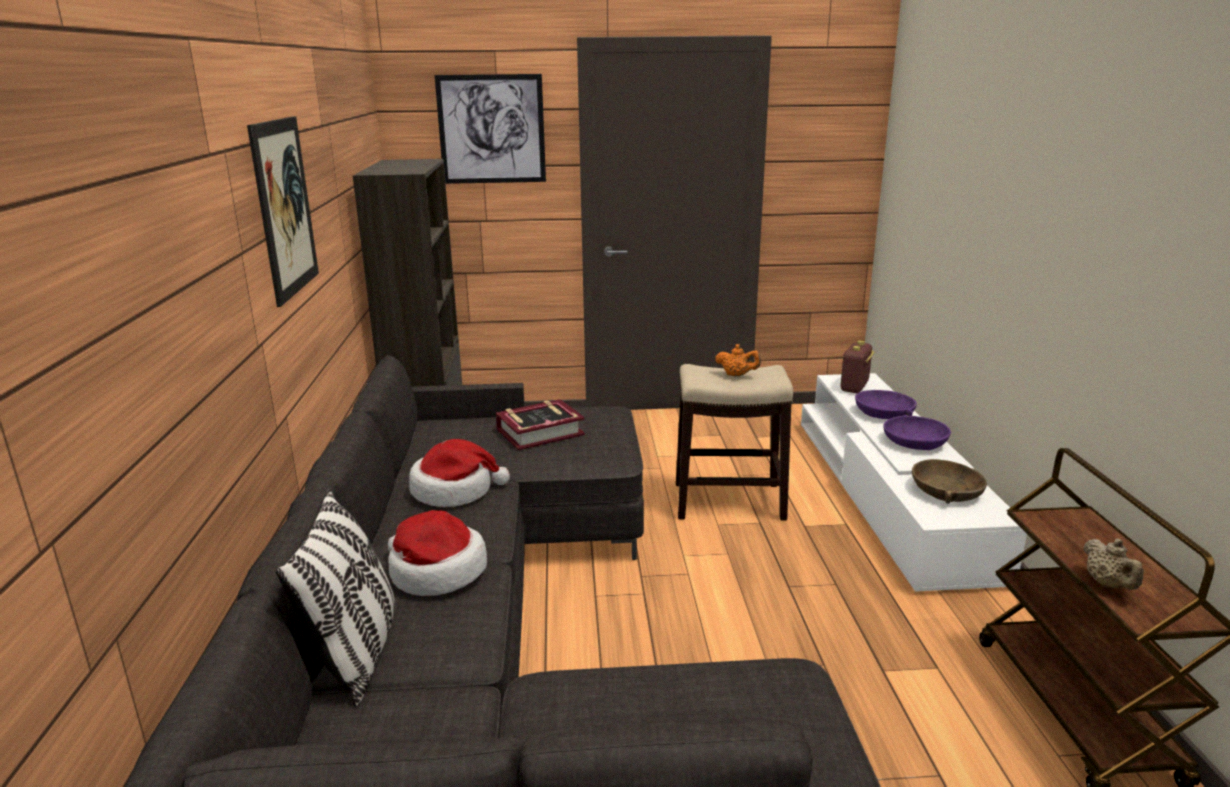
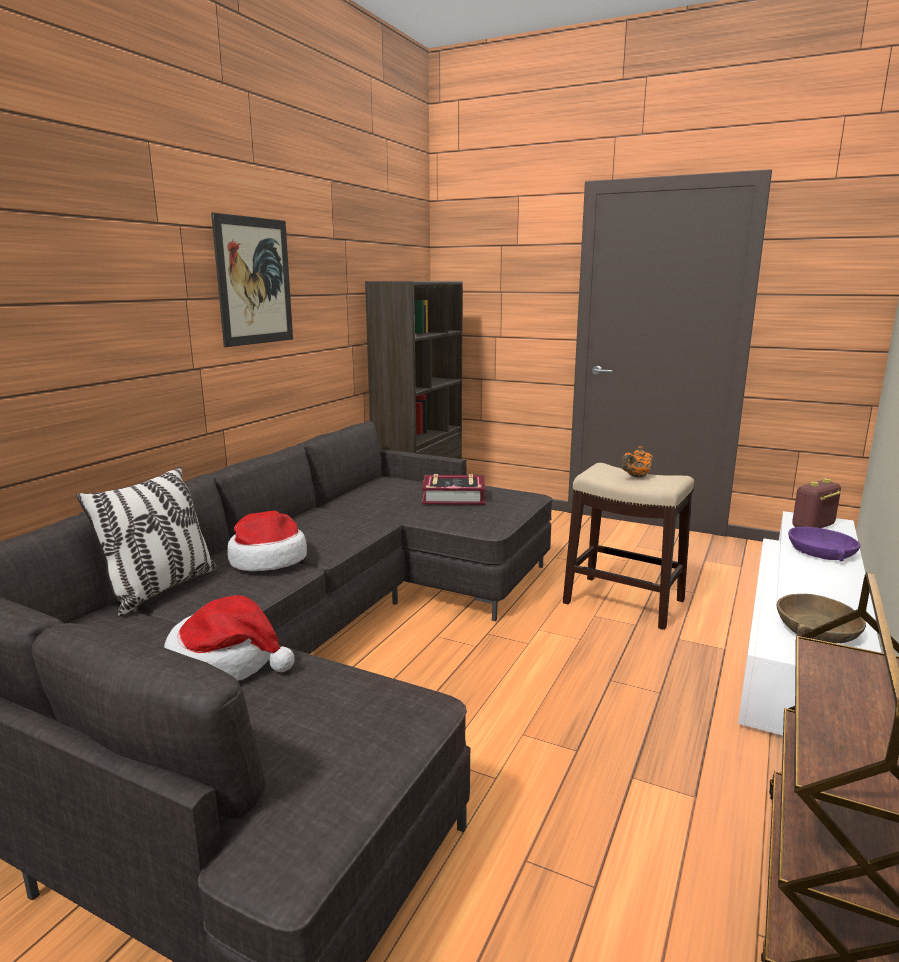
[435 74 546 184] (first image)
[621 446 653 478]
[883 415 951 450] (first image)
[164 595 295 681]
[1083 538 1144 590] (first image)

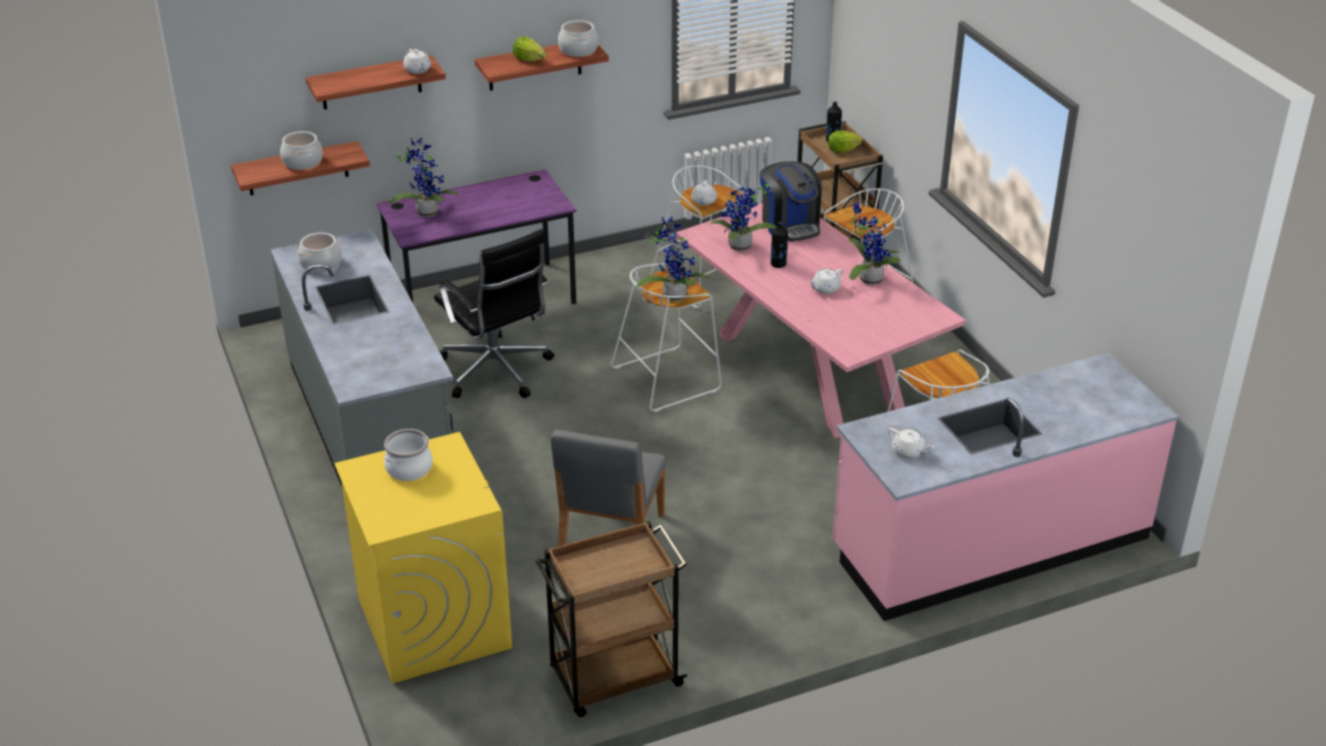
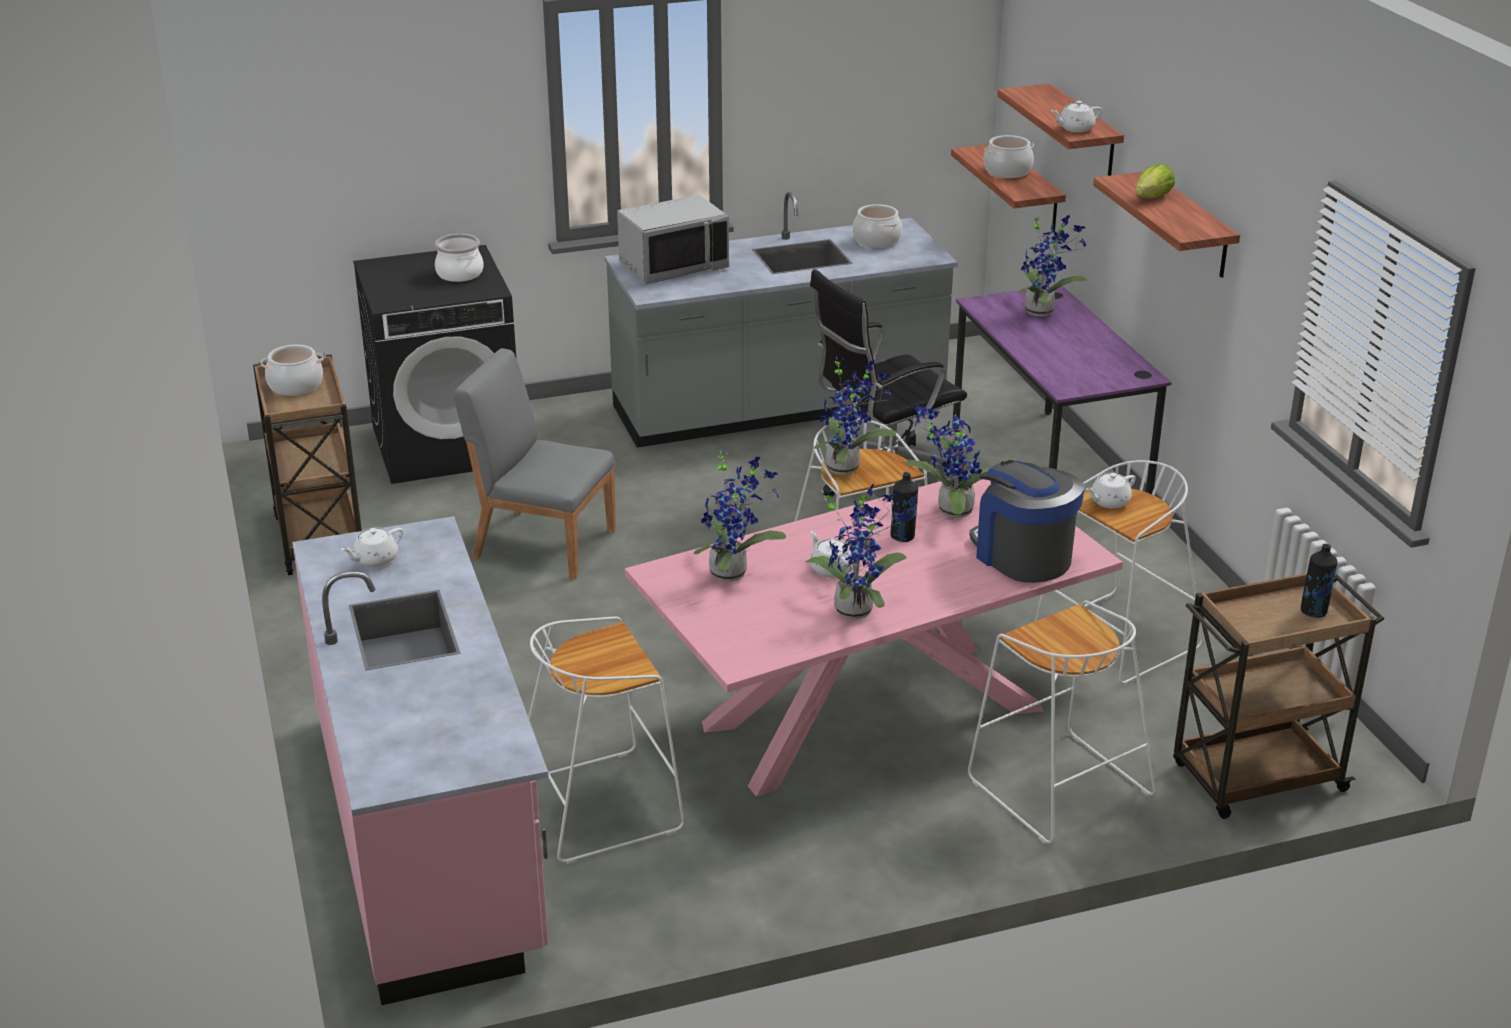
[261 345 324 396]
[828 131 863 153] (first image)
[970 460 1085 583]
[1086 473 1136 508]
[353 245 516 484]
[617 194 729 284]
[694 450 786 582]

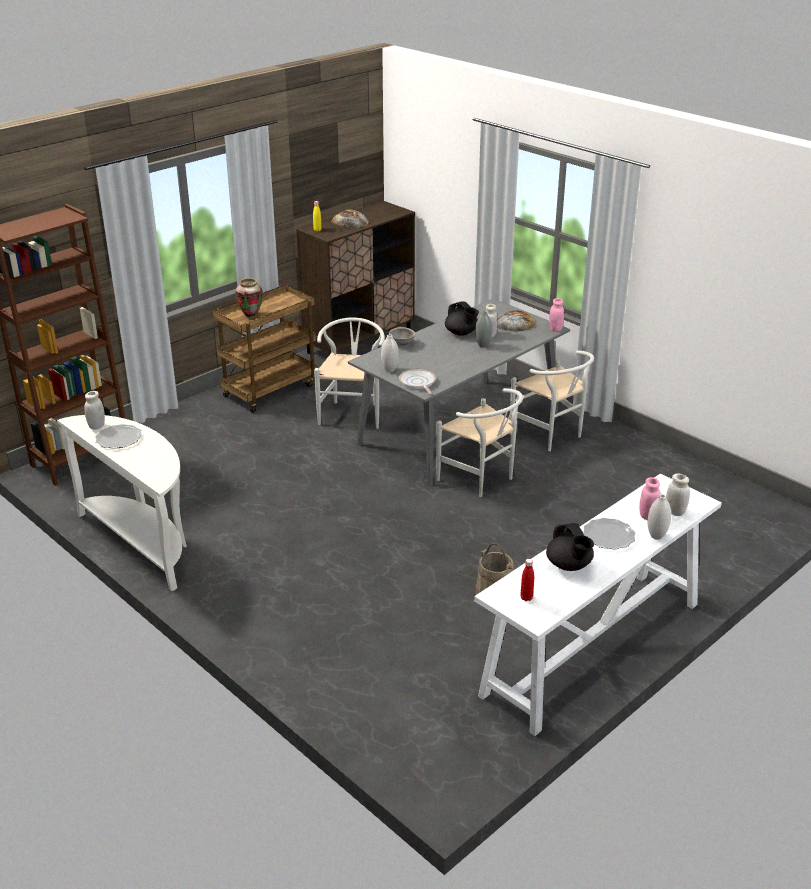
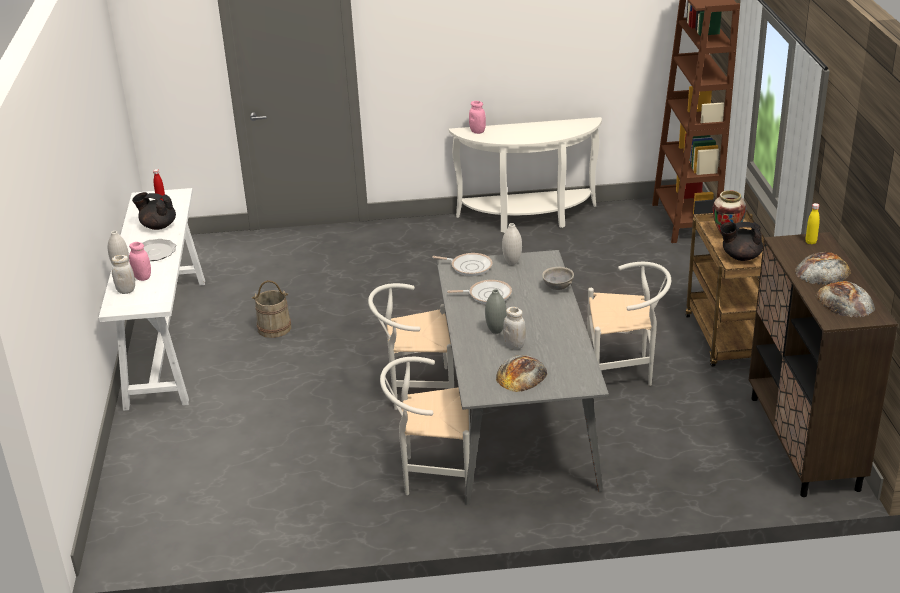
[469 101 486 134]
[720 222 763 261]
[587 262 671 386]
[84 391 105 430] (first image)
[95 424 142 449] (first image)
[447 280 512 304]
[816 281 875 317]

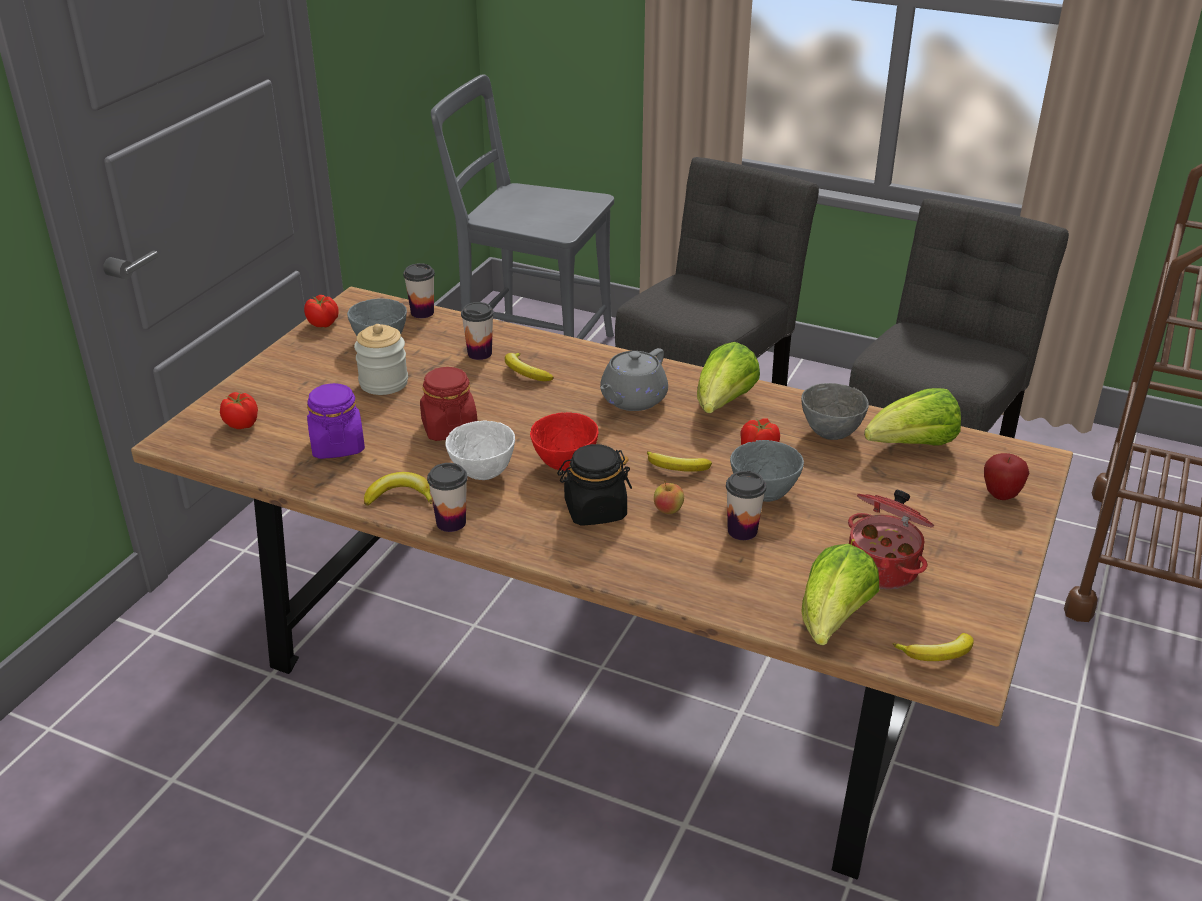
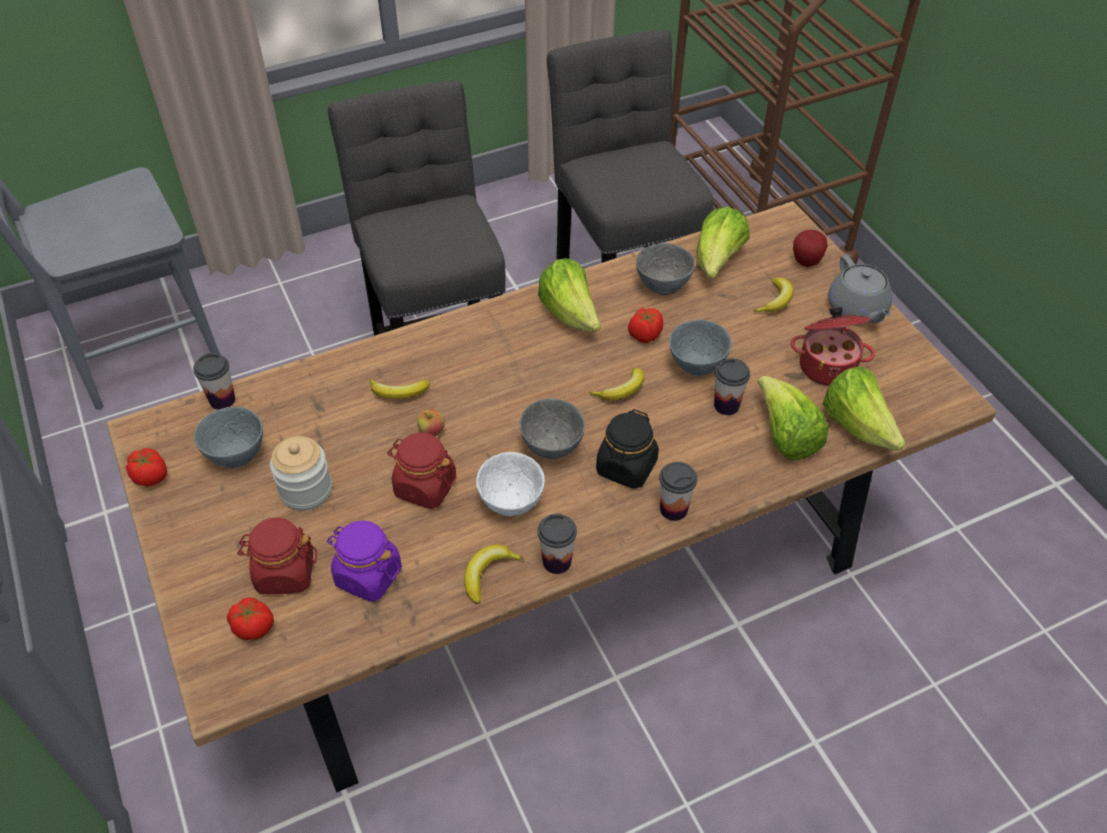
[659 462 697 521]
[828 255 892 323]
[519 398 585 459]
[417 409 445 436]
[753 278 793 312]
[758 376 829 460]
[237 517 317 594]

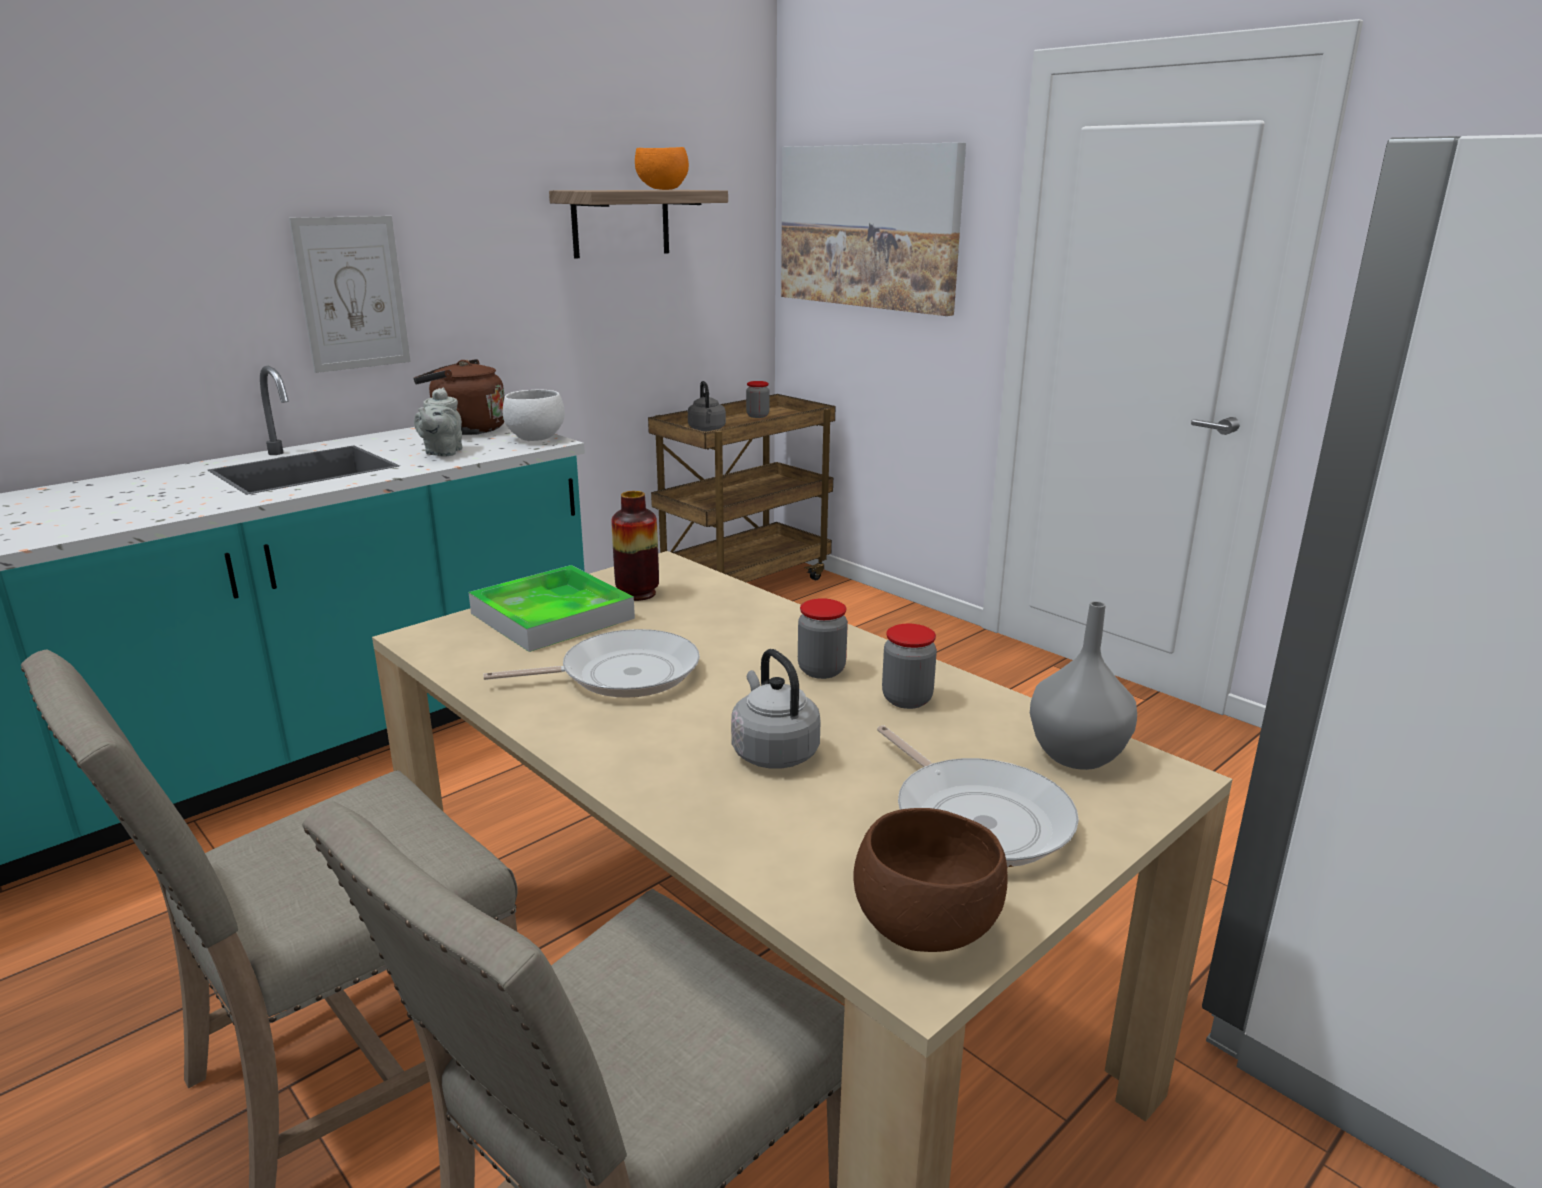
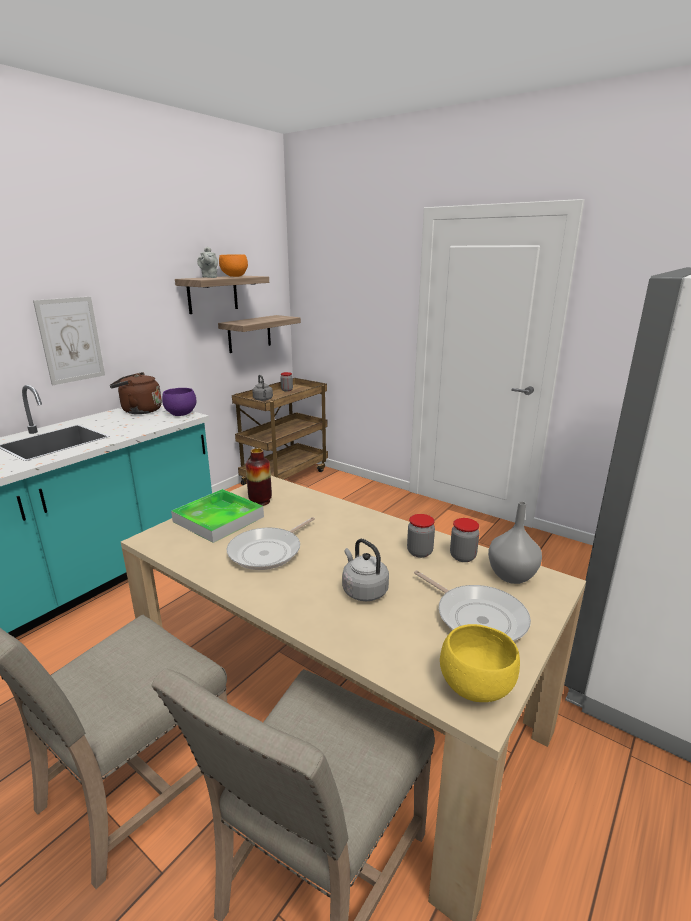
[781 142 966 316] (first image)
[197 247 218 278]
[162 388 197 416]
[450 518 479 562]
[227 517 315 570]
[440 624 520 702]
[218 315 301 353]

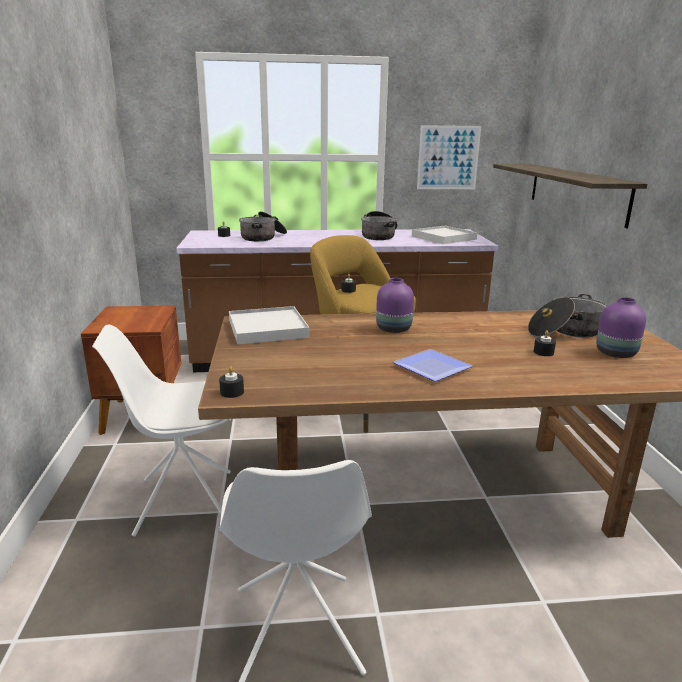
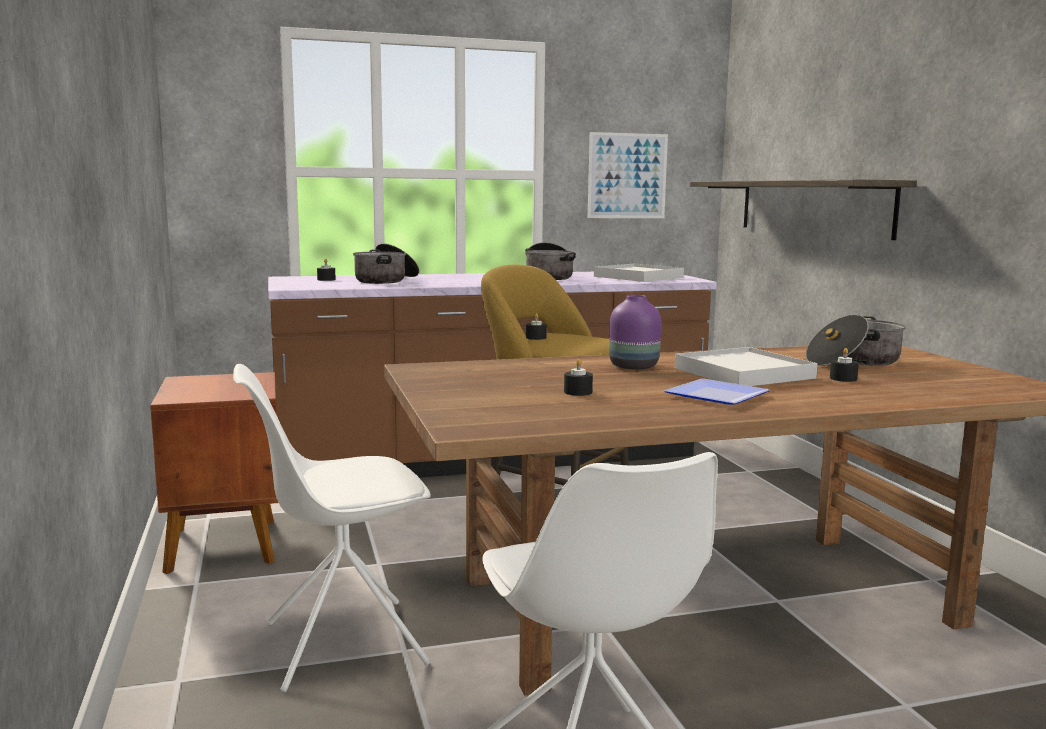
[596 297 646 358] (first image)
[675 347 818 386]
[564 359 593 396]

